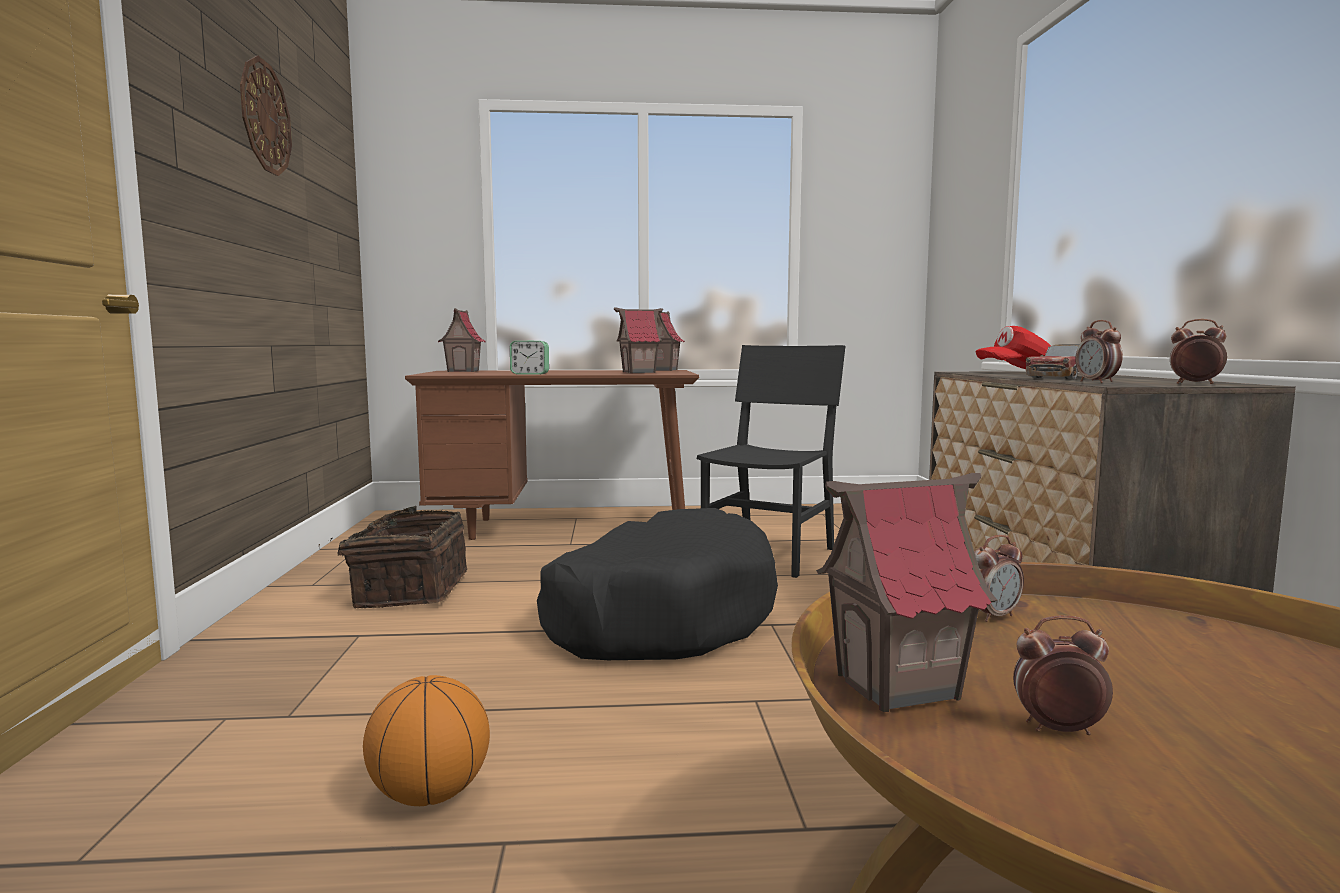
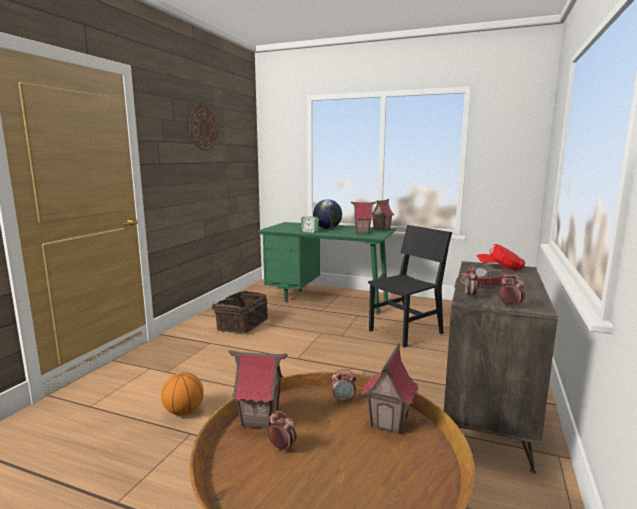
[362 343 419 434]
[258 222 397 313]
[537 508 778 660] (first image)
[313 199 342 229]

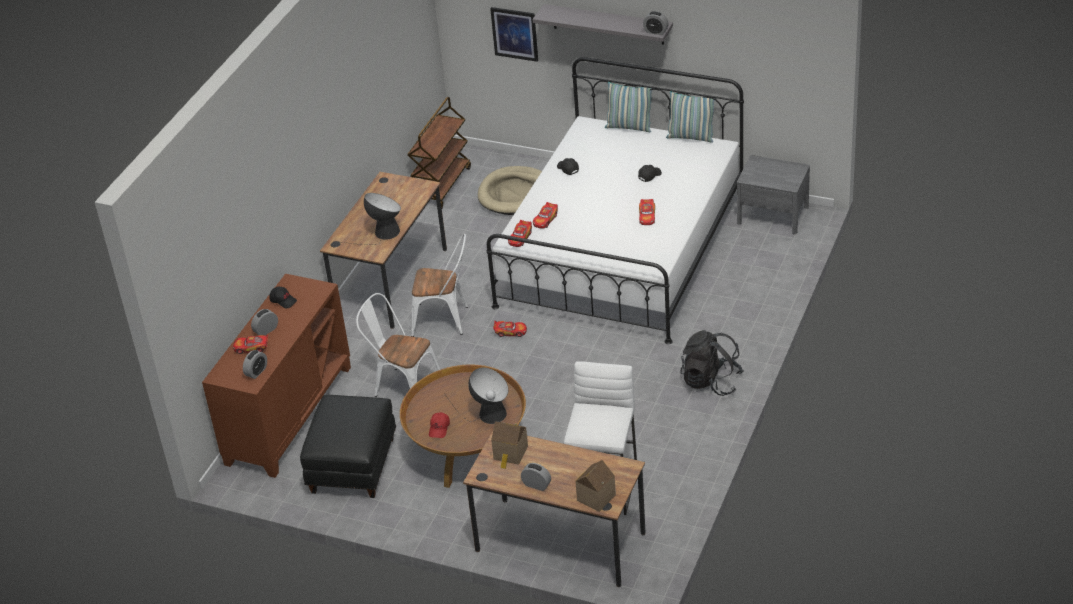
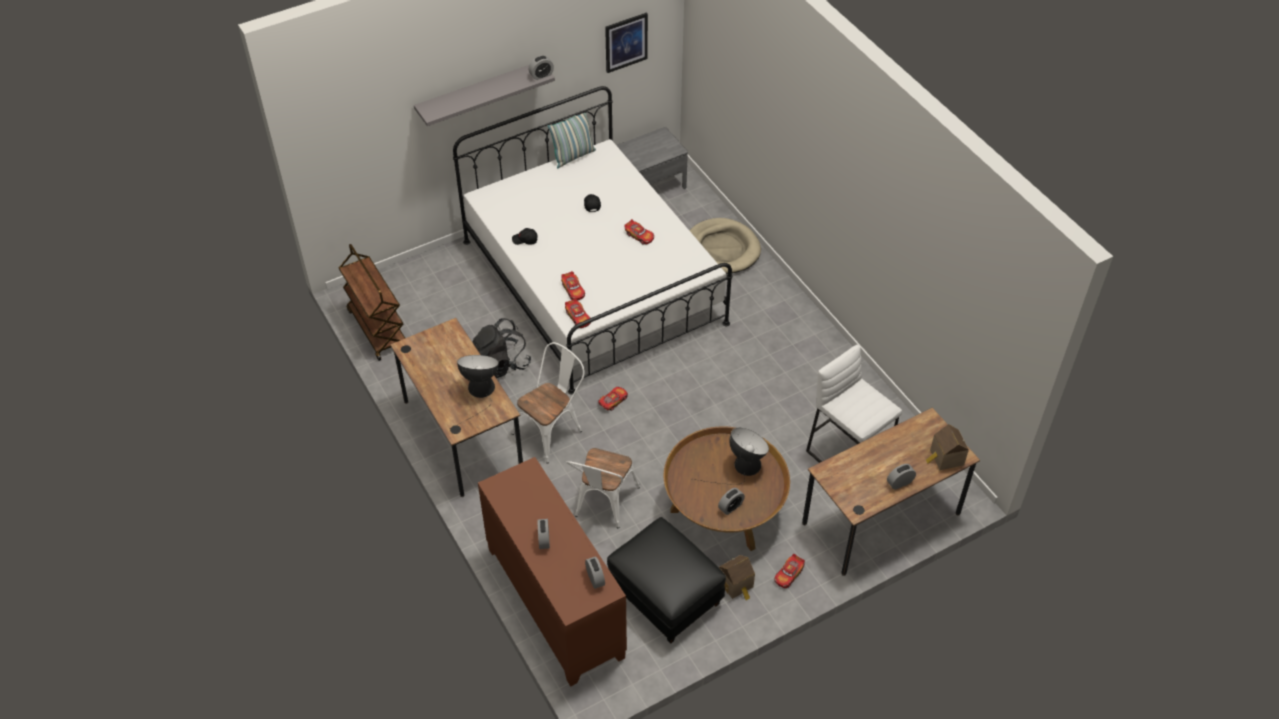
[605 13 648 73]
[605 82 652 132] (first image)
[689 218 761 274]
[269 286 297 308] (first image)
[566 448 640 528]
[472 318 531 378]
[774 554 805 588]
[718 488 745 515]
[719 555 755 600]

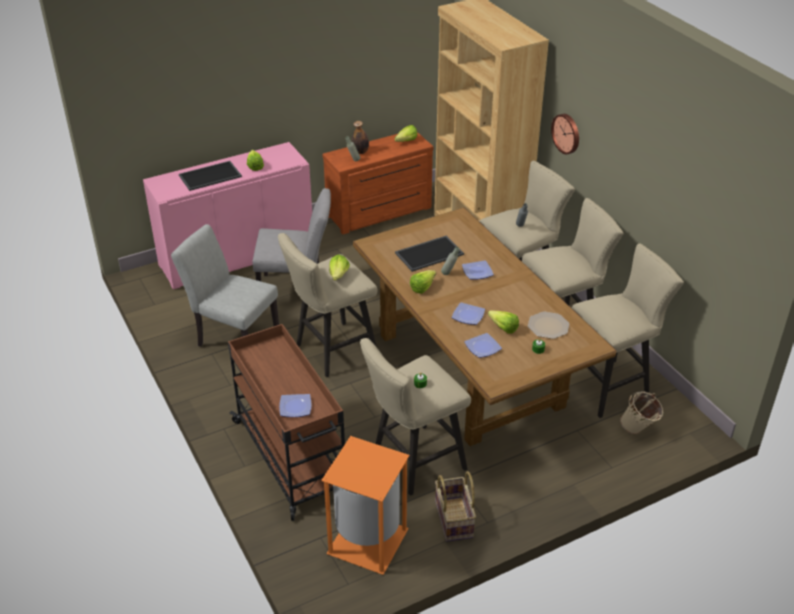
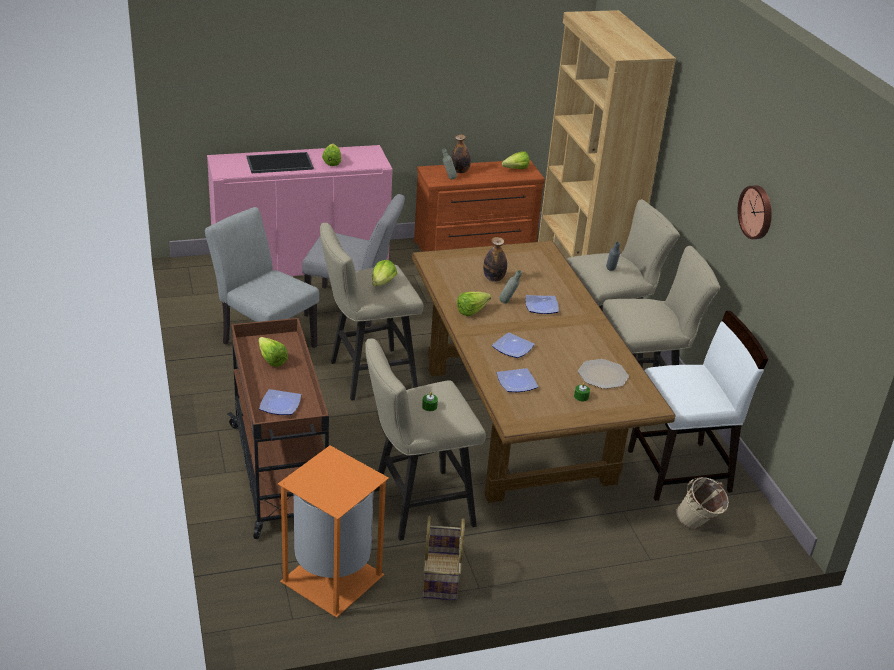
[738 185 772 239]
[483 237 507 282]
[628 311 768 501]
[259 337 288 367]

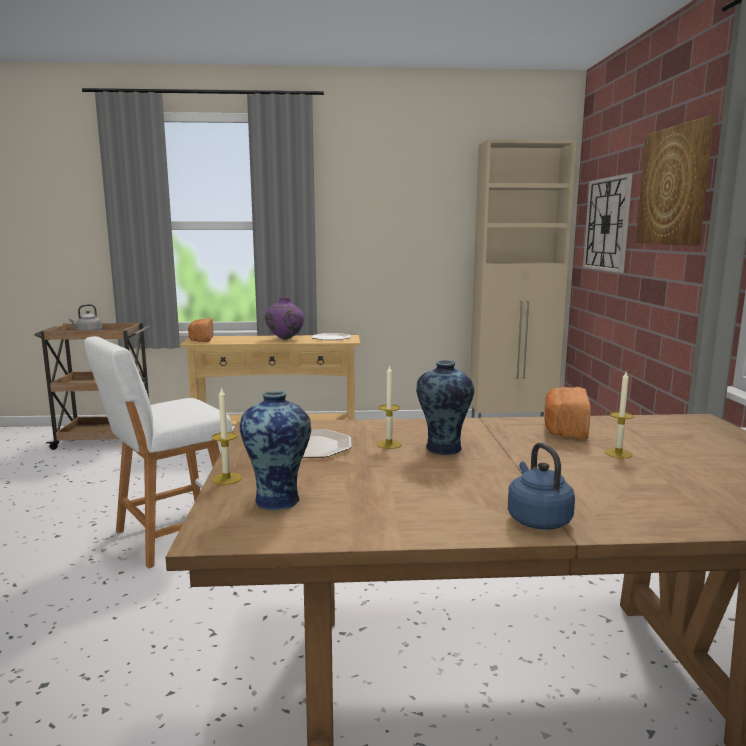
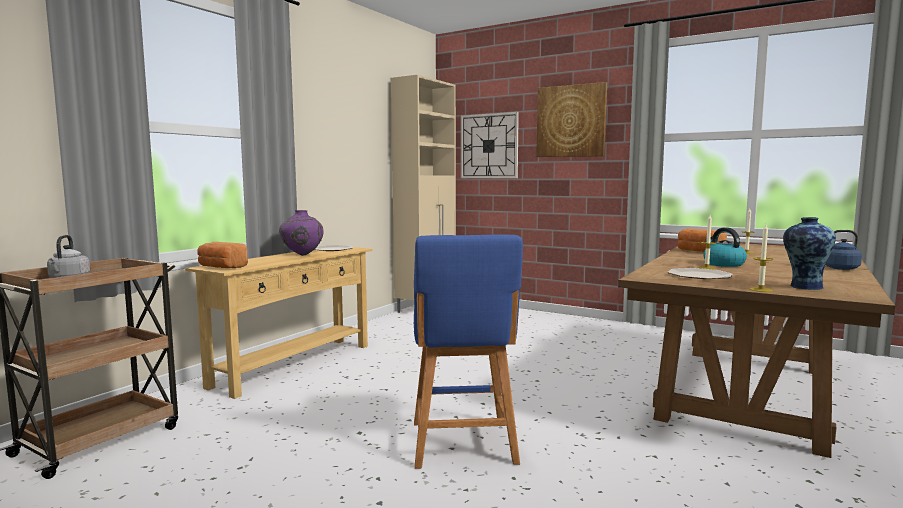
[414 235 523 469]
[703 227 747 267]

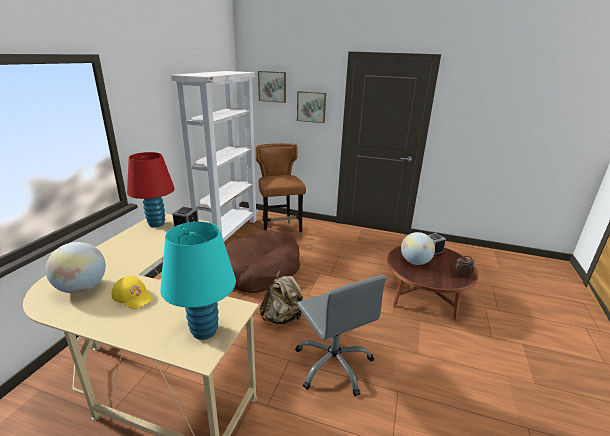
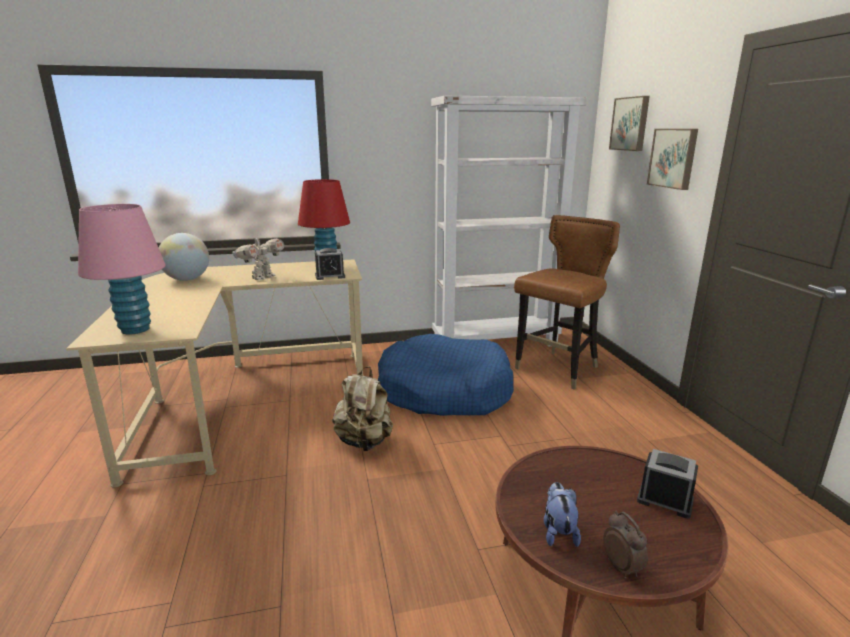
[78 204 166 334]
[378 334 514 416]
[401 232 435 265] (first image)
[295 275 386 397] (first image)
[112 276 153 310] (first image)
[233 235 284 280]
[544 482 581 547]

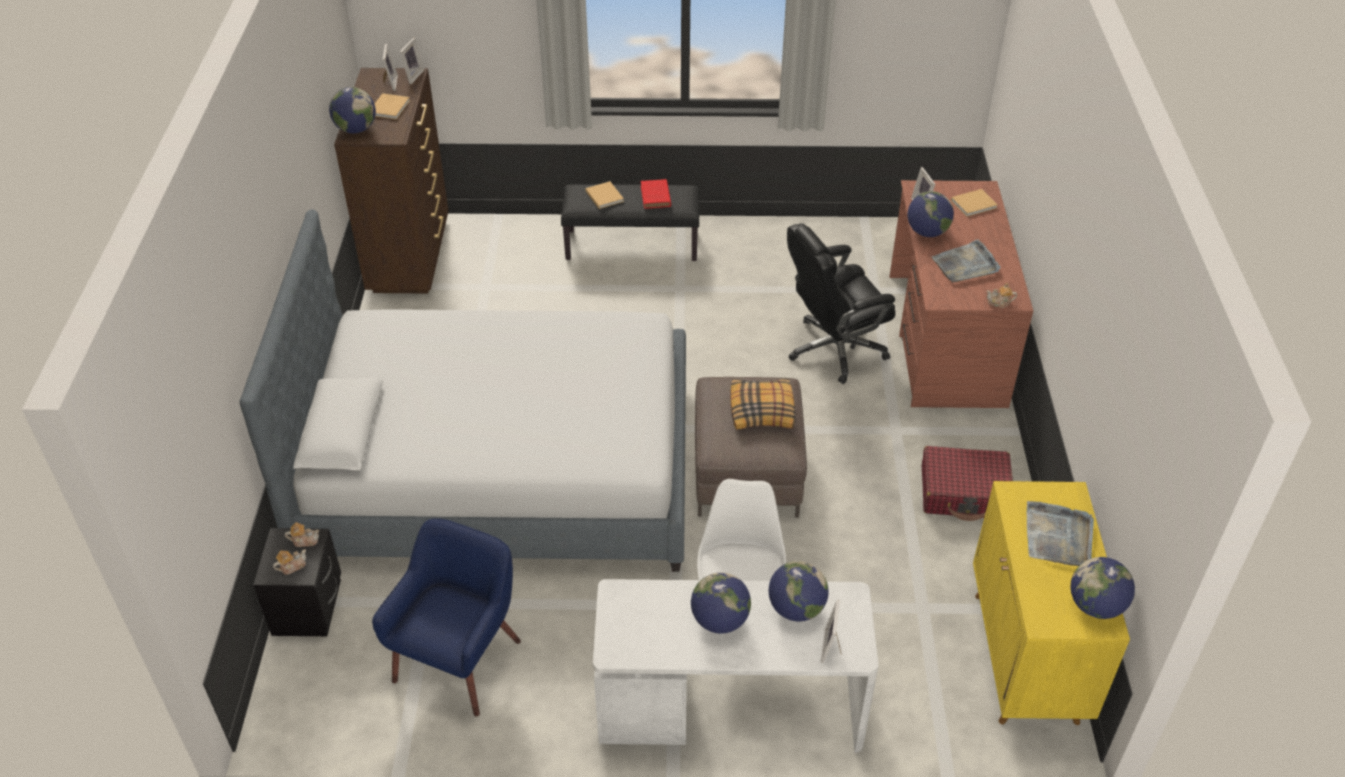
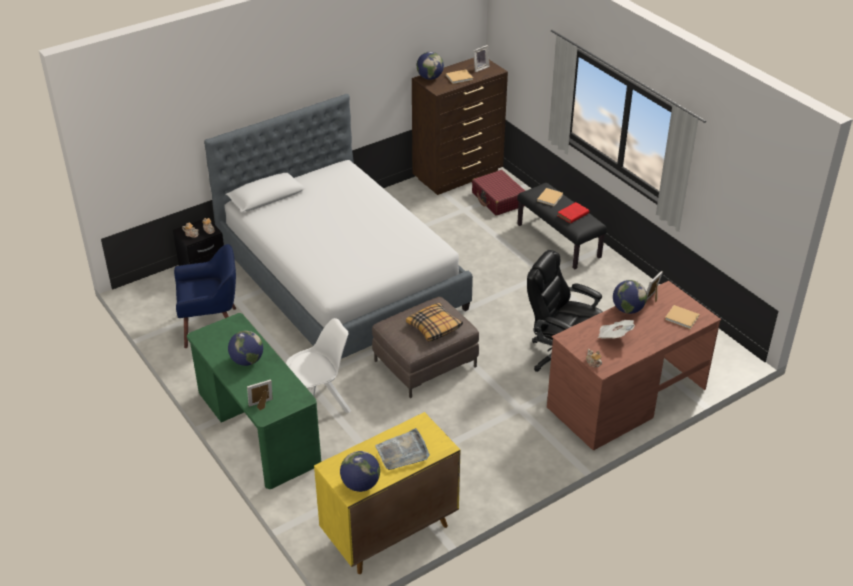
[400 38 424 84] (first image)
[598 320 635 339]
[472 170 525 216]
[769 561 829 621] (first image)
[187 313 321 489]

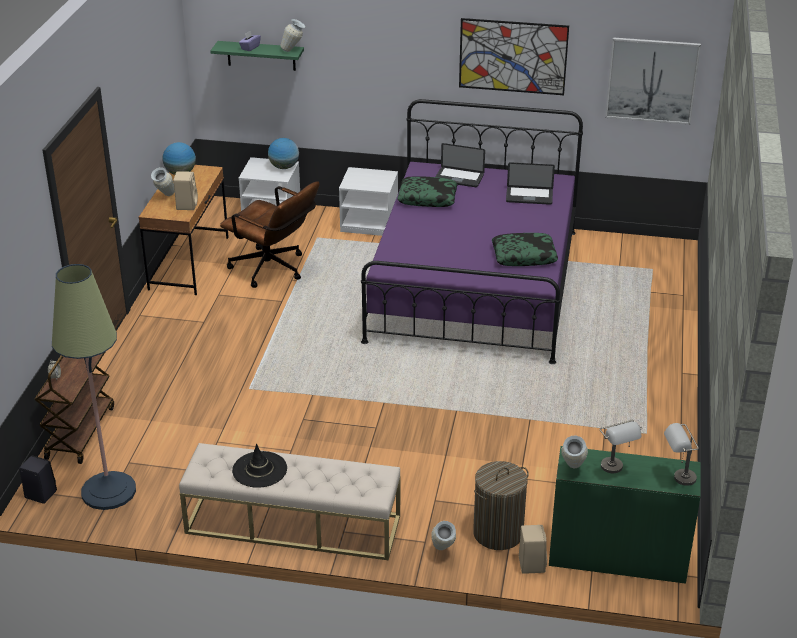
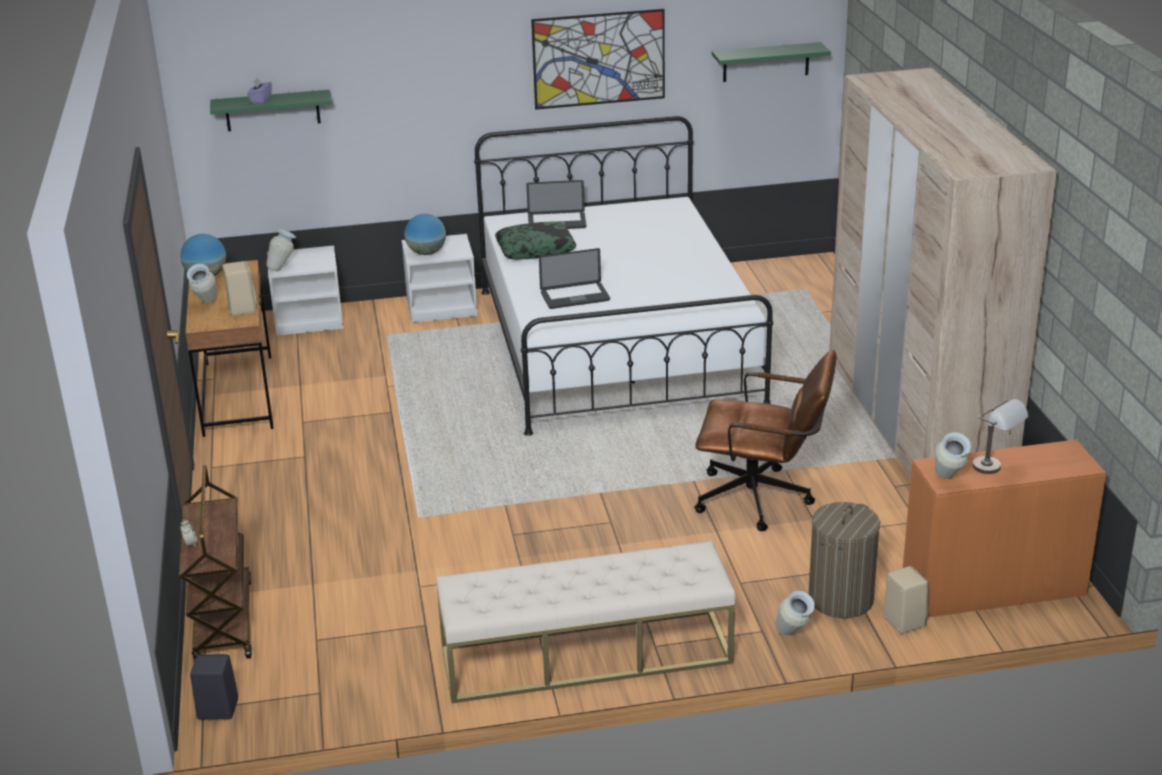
[266 229 296 271]
[712 42 831 82]
[474 116 773 436]
[405 214 446 255]
[539 248 610 309]
[694 350 836 531]
[492 233 558 266] (first image)
[52 264 136 510] (first image)
[664 423 699 486] (first image)
[232 443 287 488] (first image)
[903 440 1106 618]
[829 68 1057 478]

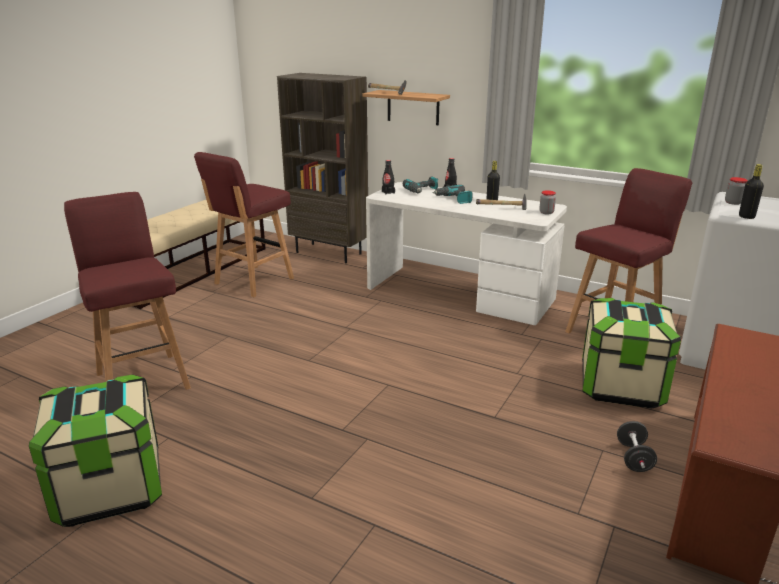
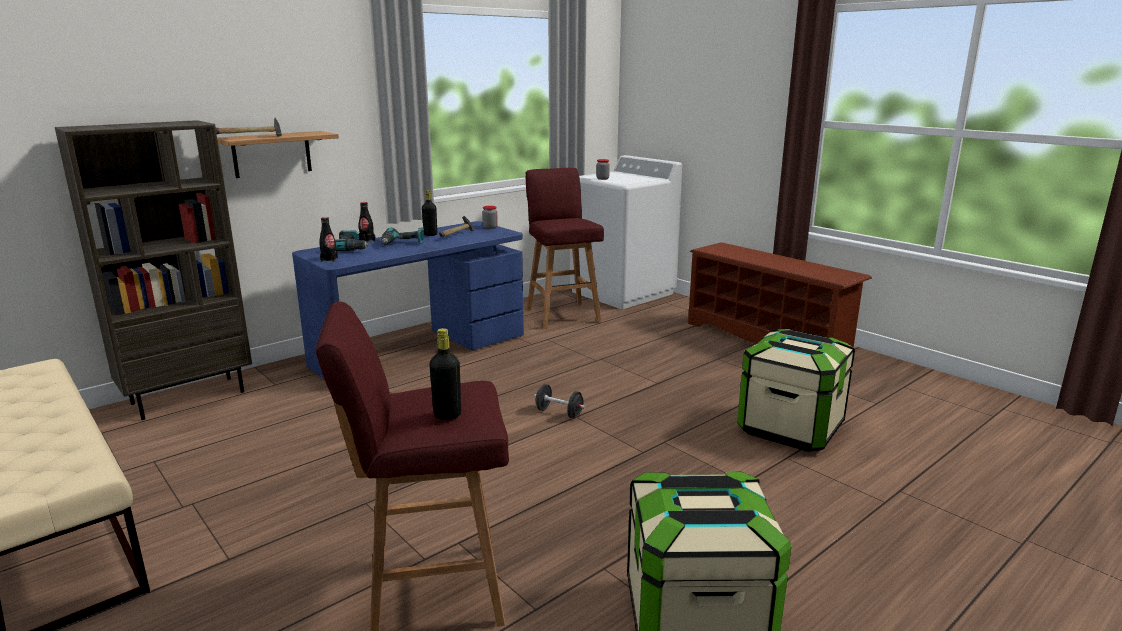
[194 152 294 297] (first image)
[429 328 461 420]
[292 221 524 379]
[737 329 855 452]
[534 384 586 419]

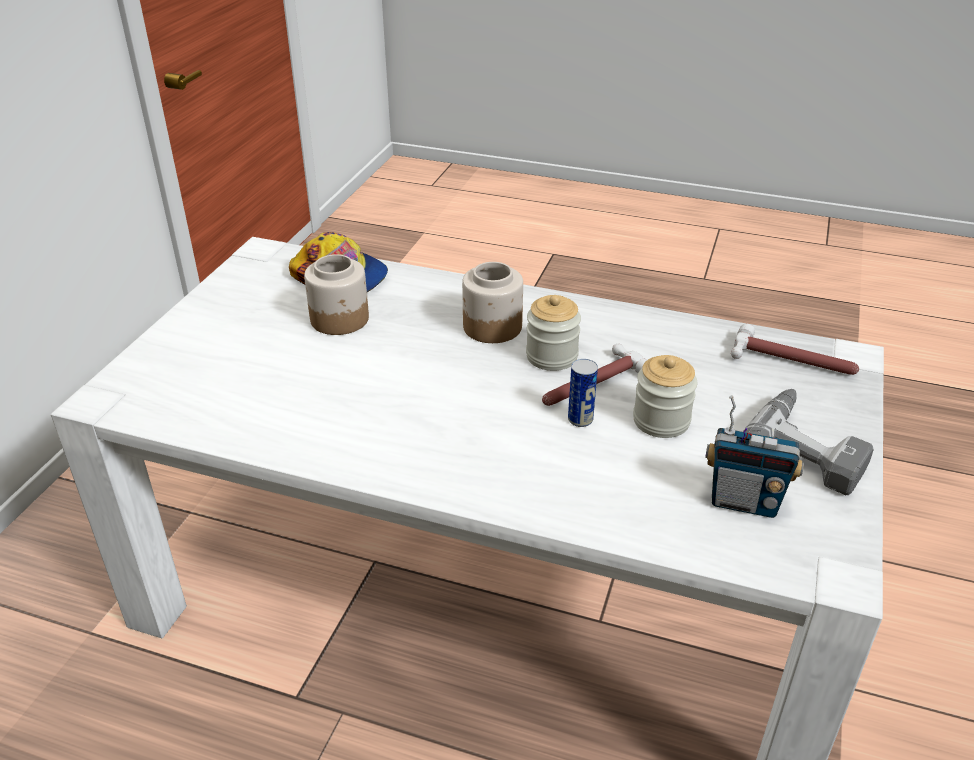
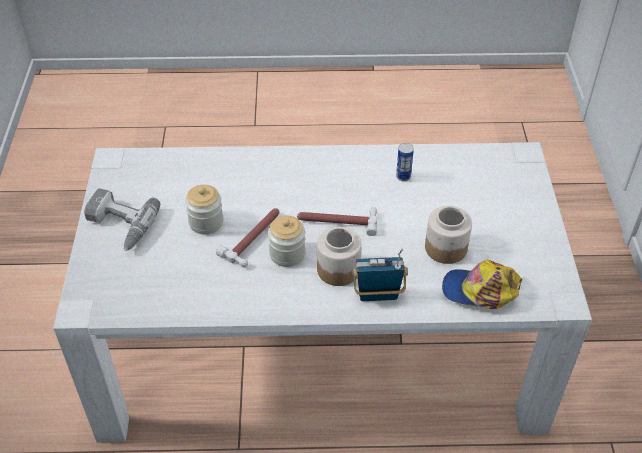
[297 207 377 236]
[396 143 414 181]
[352 249 408 301]

